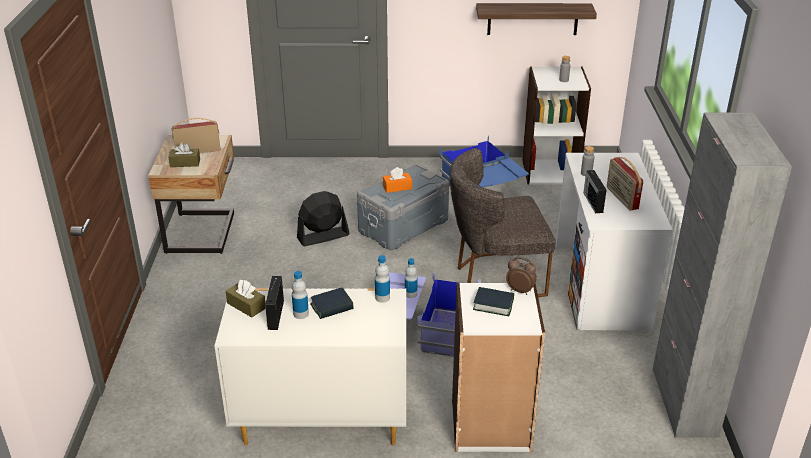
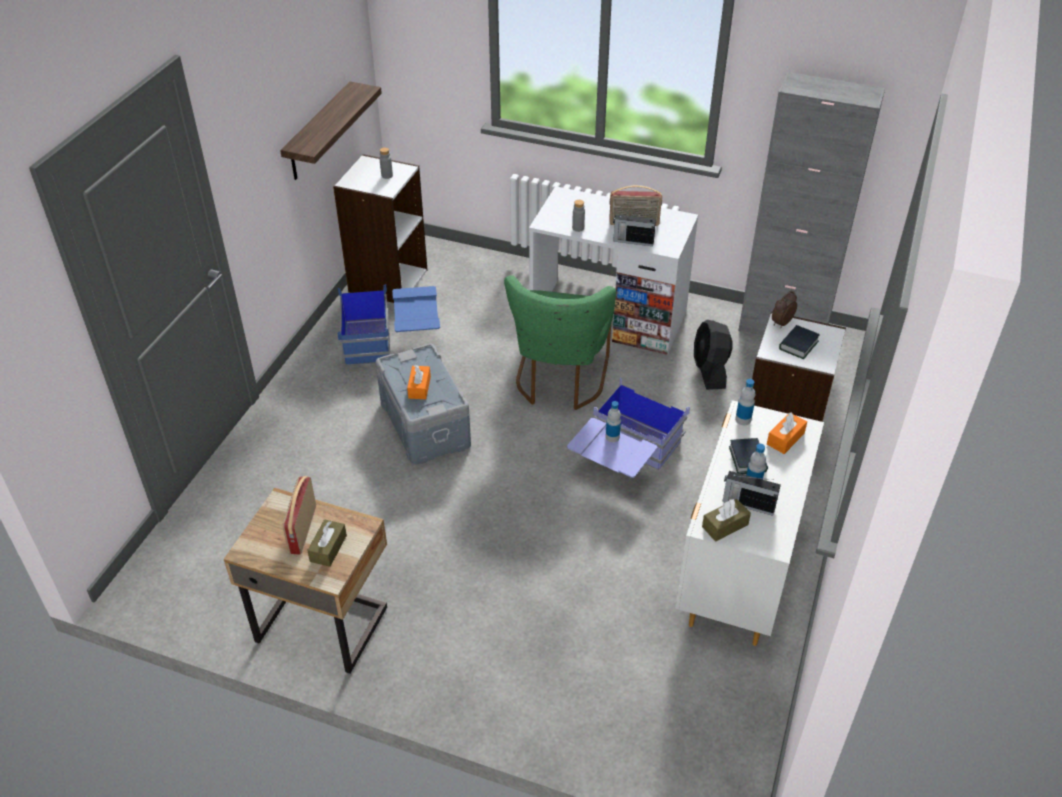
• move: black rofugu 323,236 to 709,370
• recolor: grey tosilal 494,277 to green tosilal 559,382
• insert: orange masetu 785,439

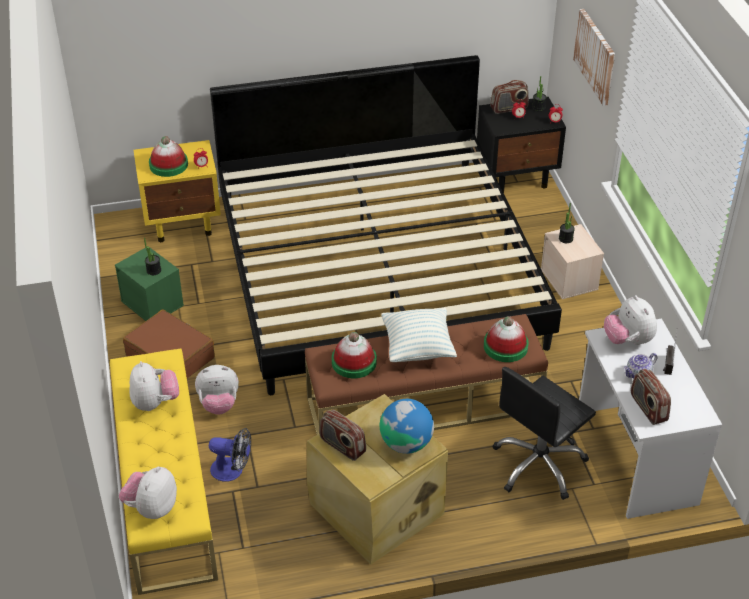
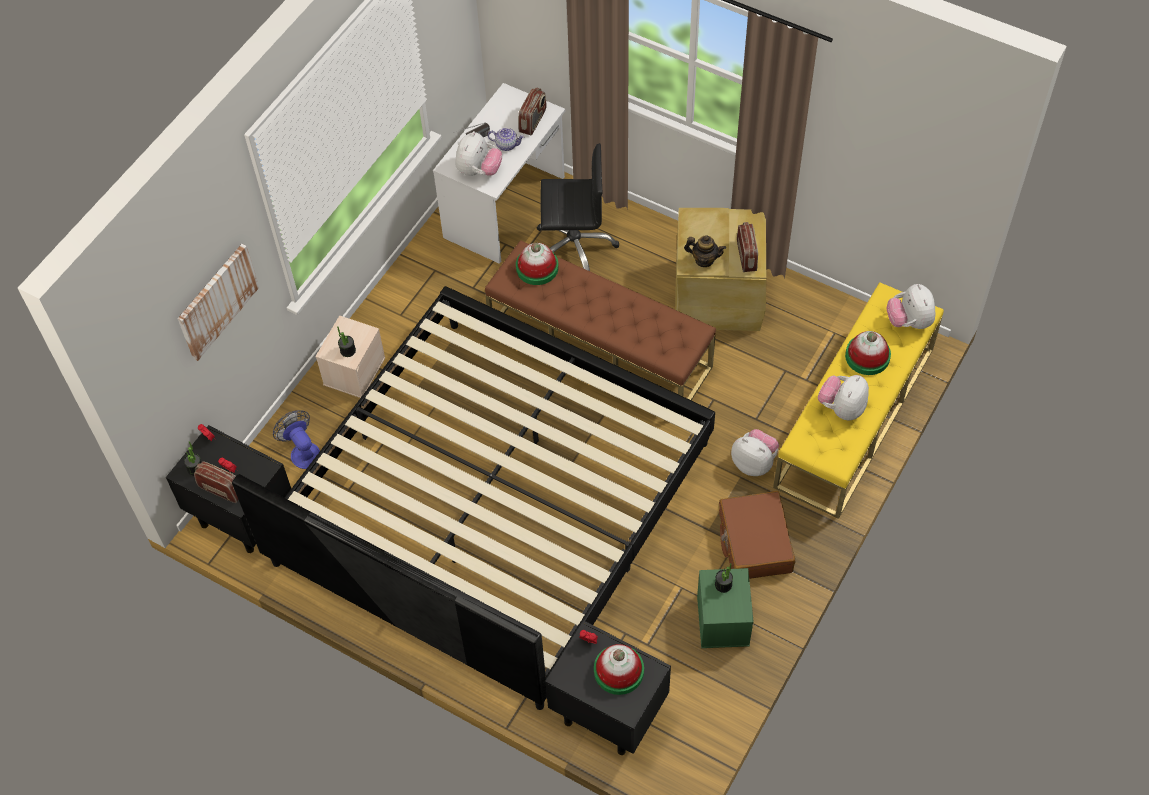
• rotate: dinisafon 152,508 = 909,321 105 degrees clockwise
• recolor: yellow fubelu 183,223 to black fubelu 607,712
• move: rofugu 232,470 to 302,451
• move: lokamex 354,362 to 867,356
• delete: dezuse 406,443
• delete: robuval 418,348
• insert: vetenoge 704,260

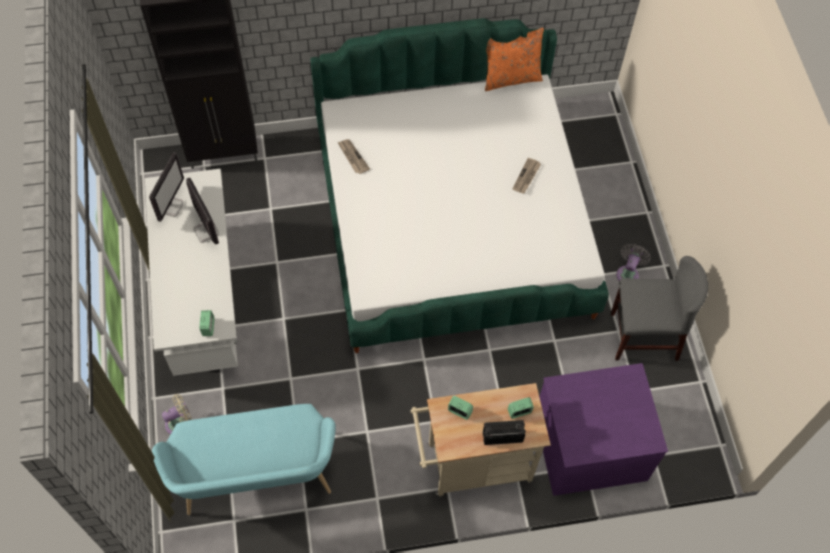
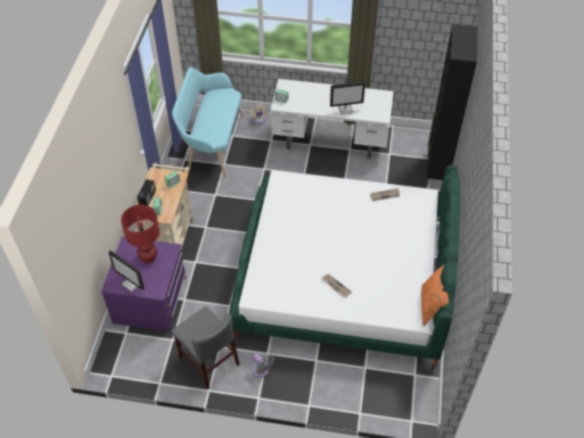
• move: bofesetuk 171,206 to 132,283
• rotate: grey tosilal 643,336 = 209,361 60 degrees counterclockwise
• insert: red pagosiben 148,257

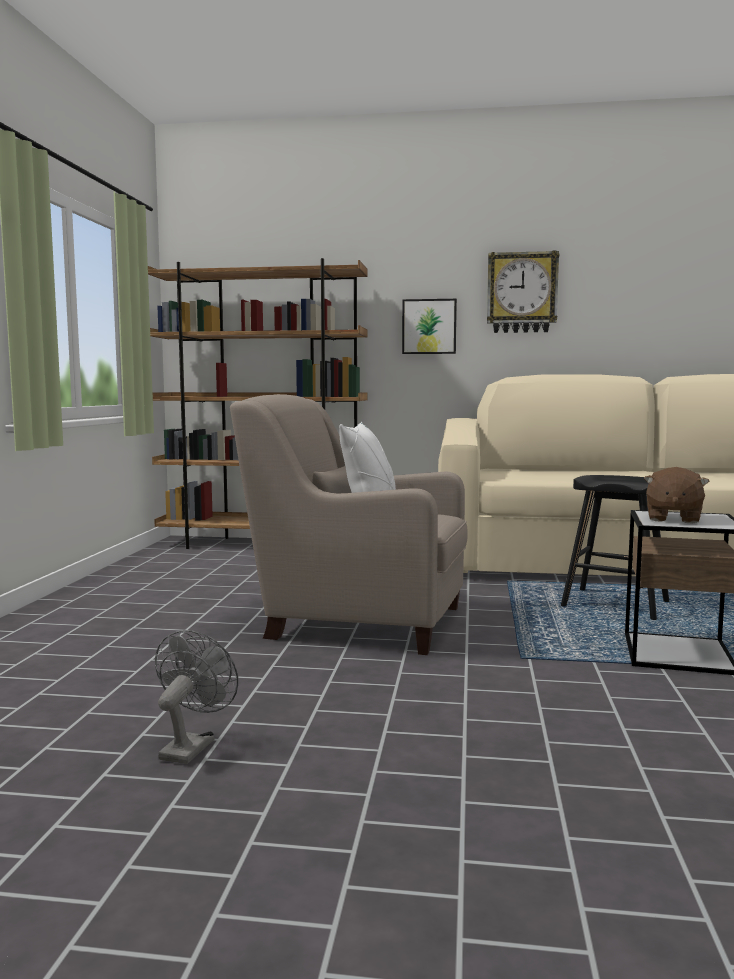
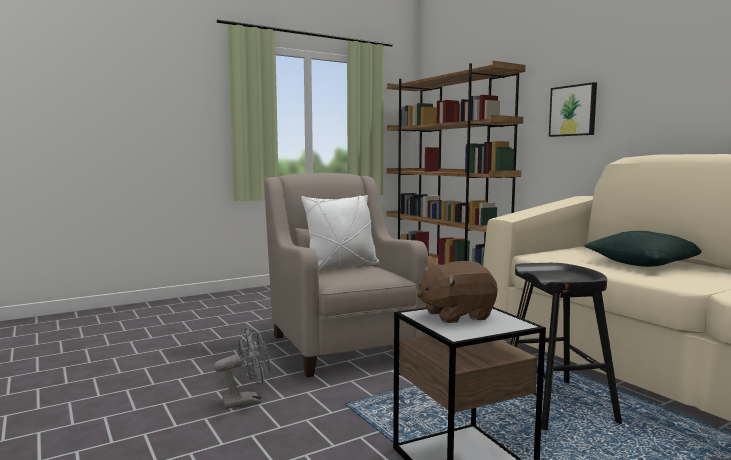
• move: grey rofugu 191,746 to 247,401
• delete: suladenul 522,293
• insert: green robuval 643,263

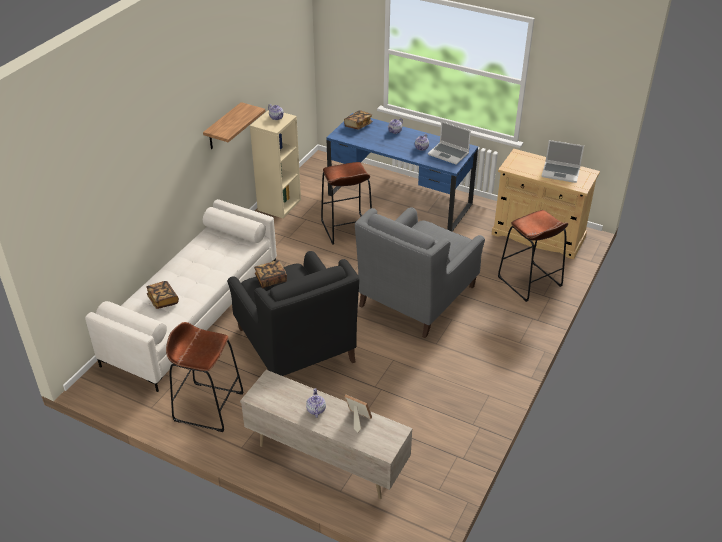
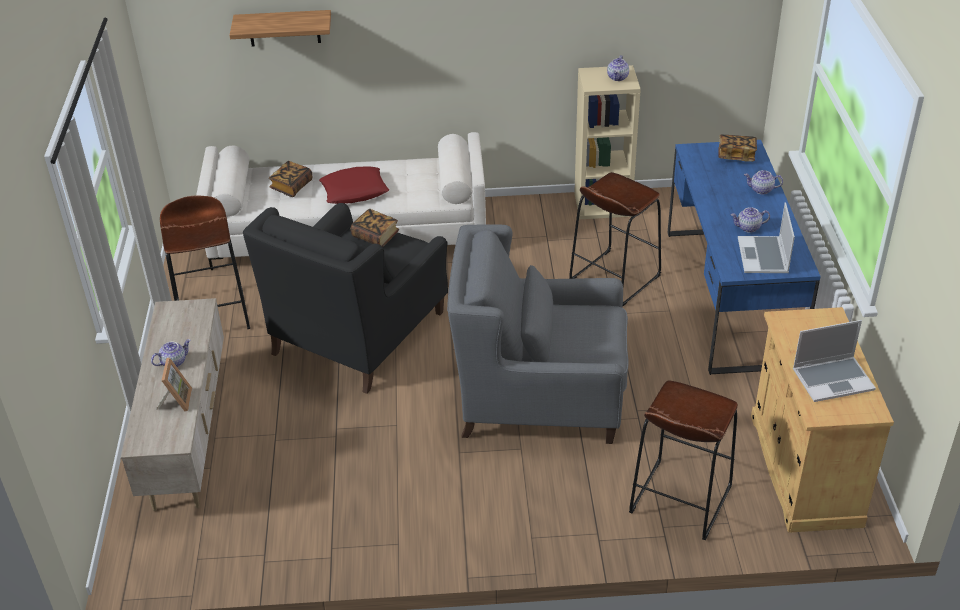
• move: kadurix 223,127 to 284,28
• rotate: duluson 561,173 = 833,379 90 degrees counterclockwise
• insert: red robuval 354,191

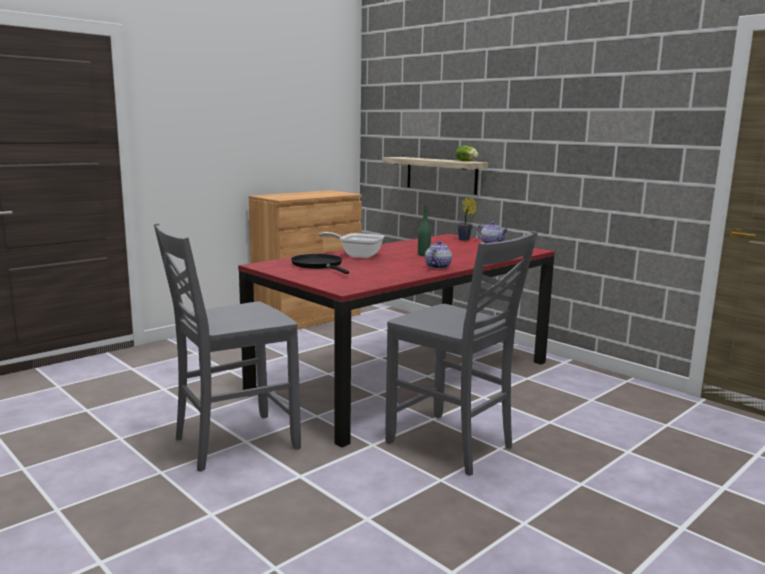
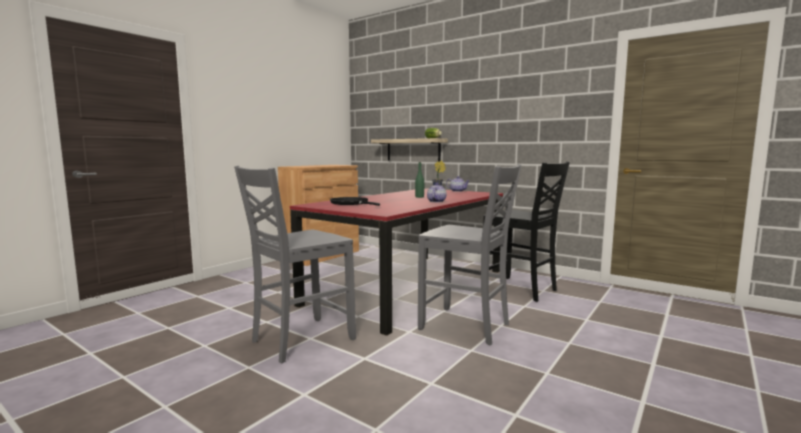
• delete: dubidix 357,255
• insert: black tosilal 520,289

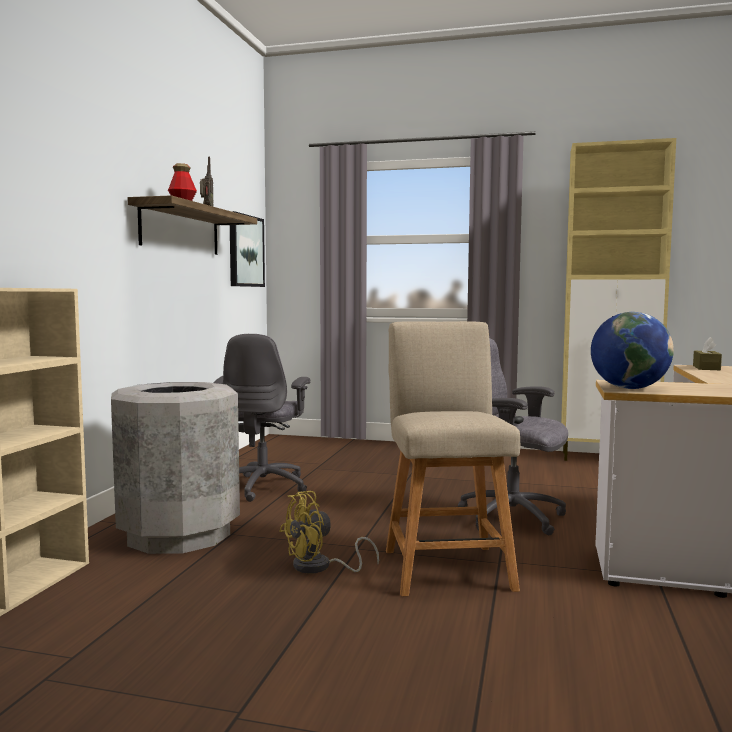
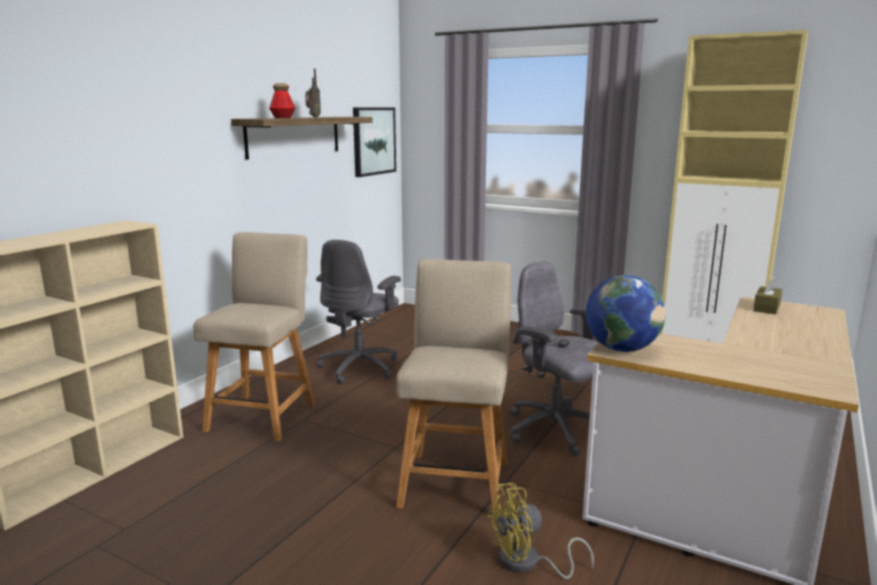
• replace: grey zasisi 179,534 to beige tosilal 264,415
• move: yellow rofugu 320,567 to 527,563

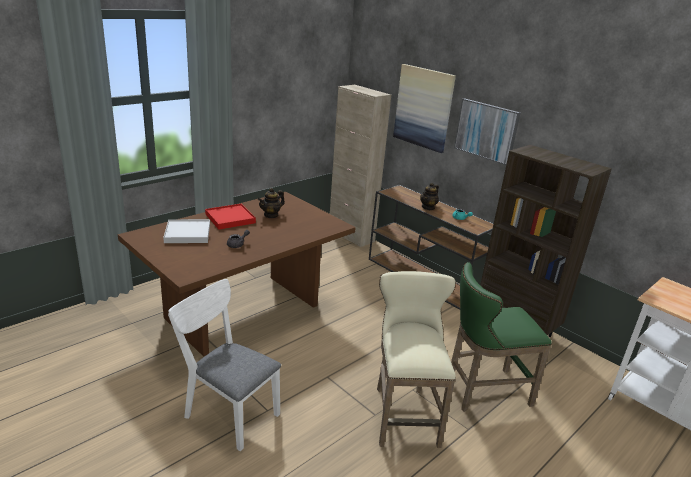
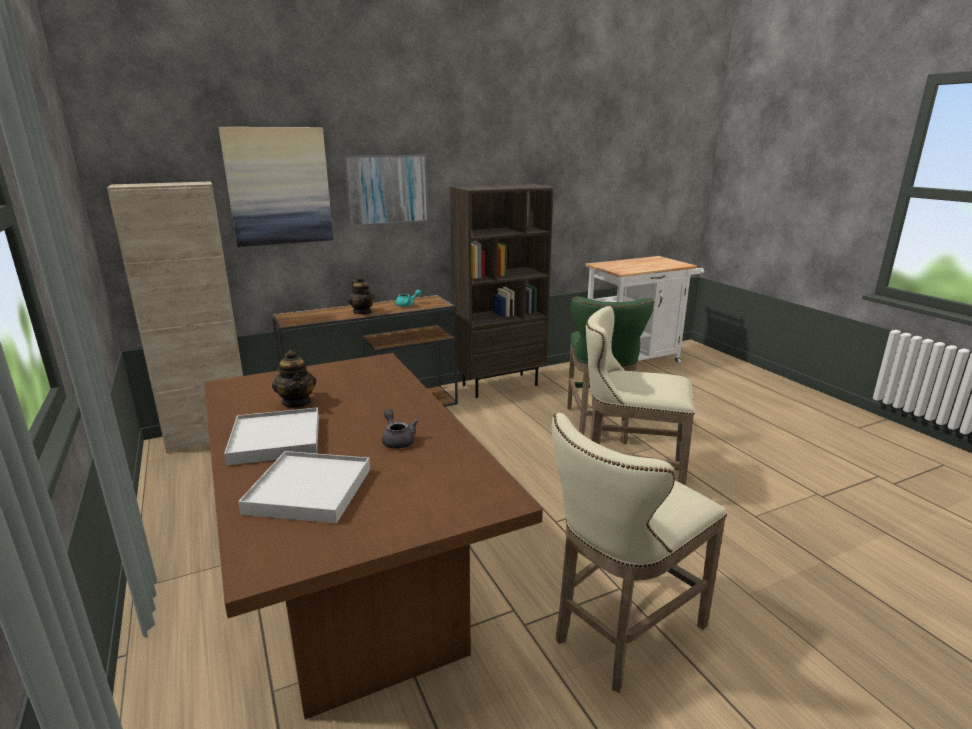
• replace: white tosilal 227,412 to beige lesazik 621,634
• recolor: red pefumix 230,218 to white pefumix 275,440

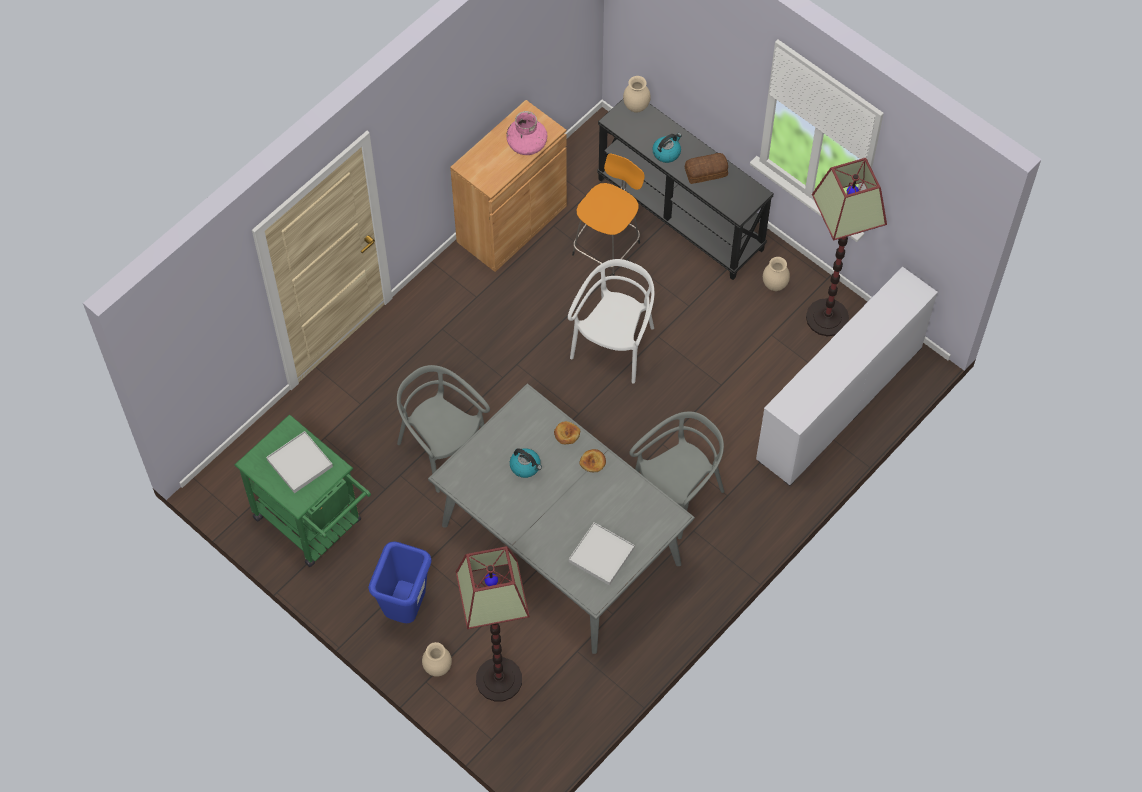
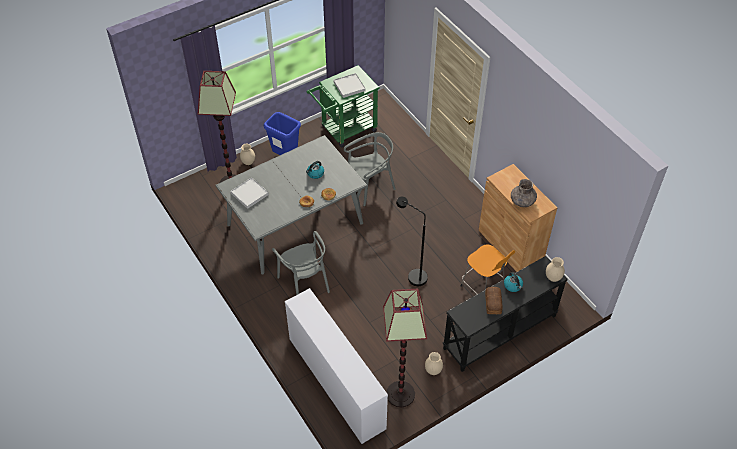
• recolor: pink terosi 527,144 to grey terosi 522,201
• replace: white tosilal 614,345 to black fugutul 412,276

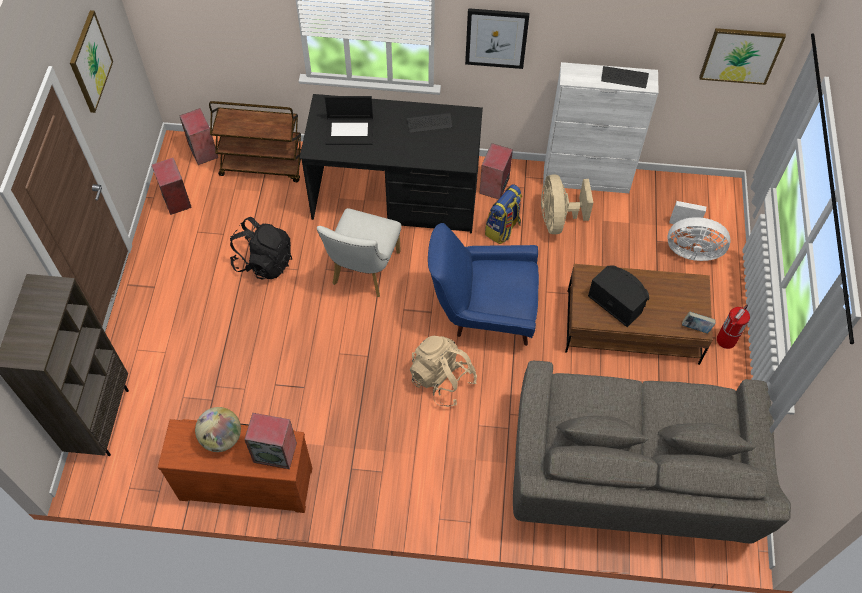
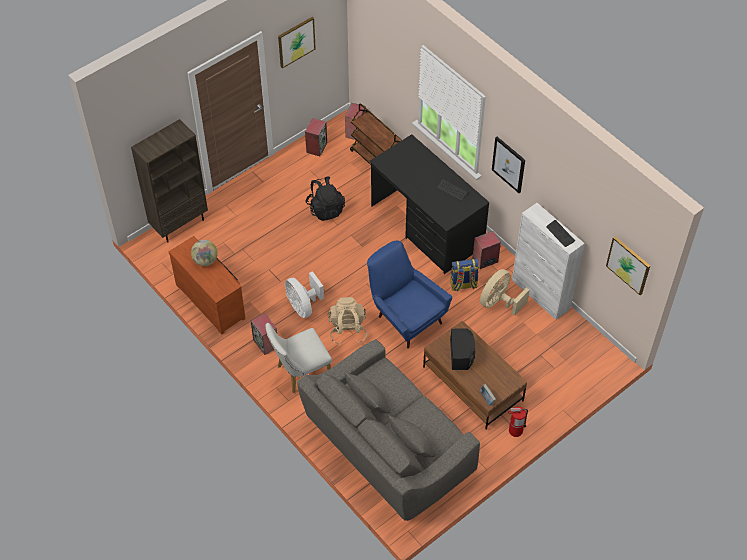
• move: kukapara 276,452 to 266,343
• move: white tosilal 363,272 to 300,373
• delete: duluson 350,131
• move: white rofugu 690,249 to 303,306

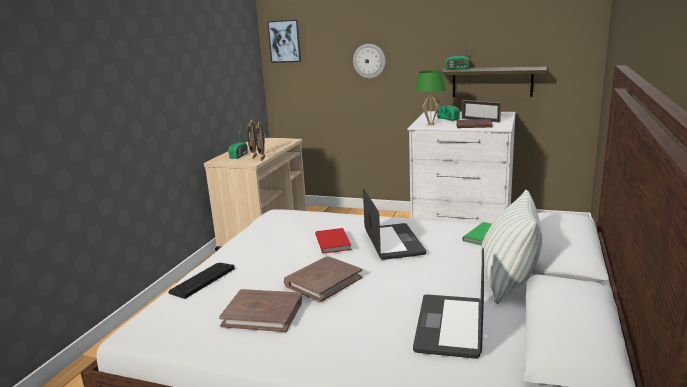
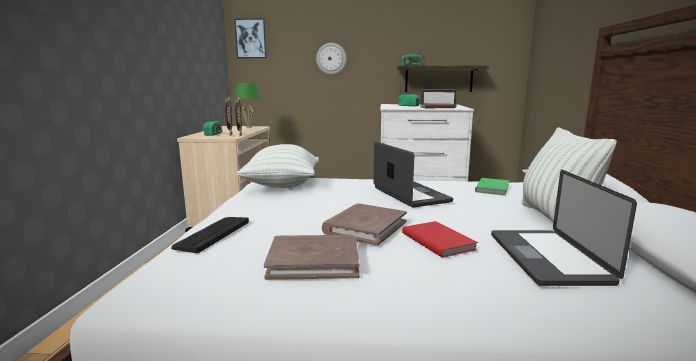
• move: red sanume 334,242 to 438,240
• move: green pagosiben 431,124 to 249,127
• insert: robuval 282,185

